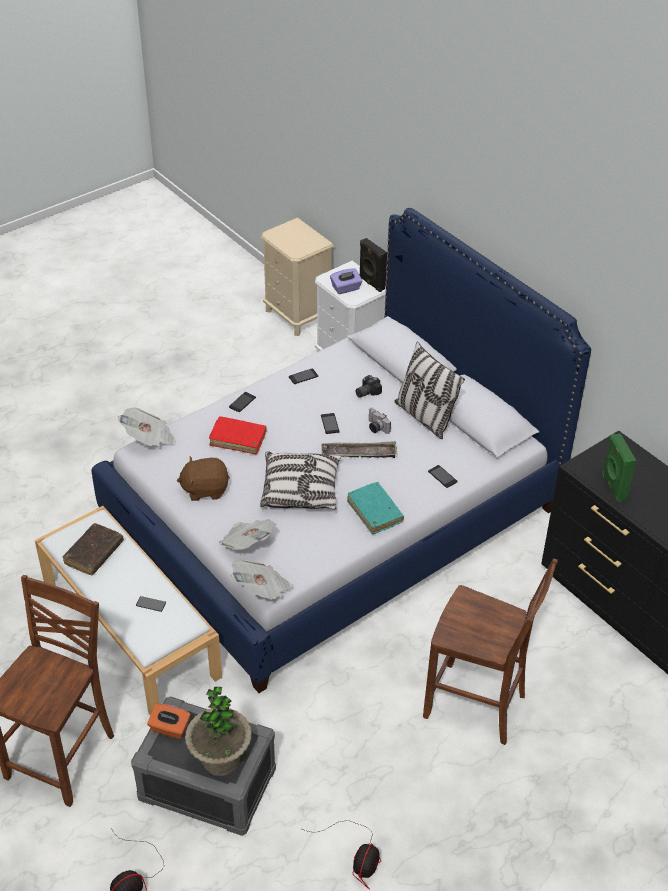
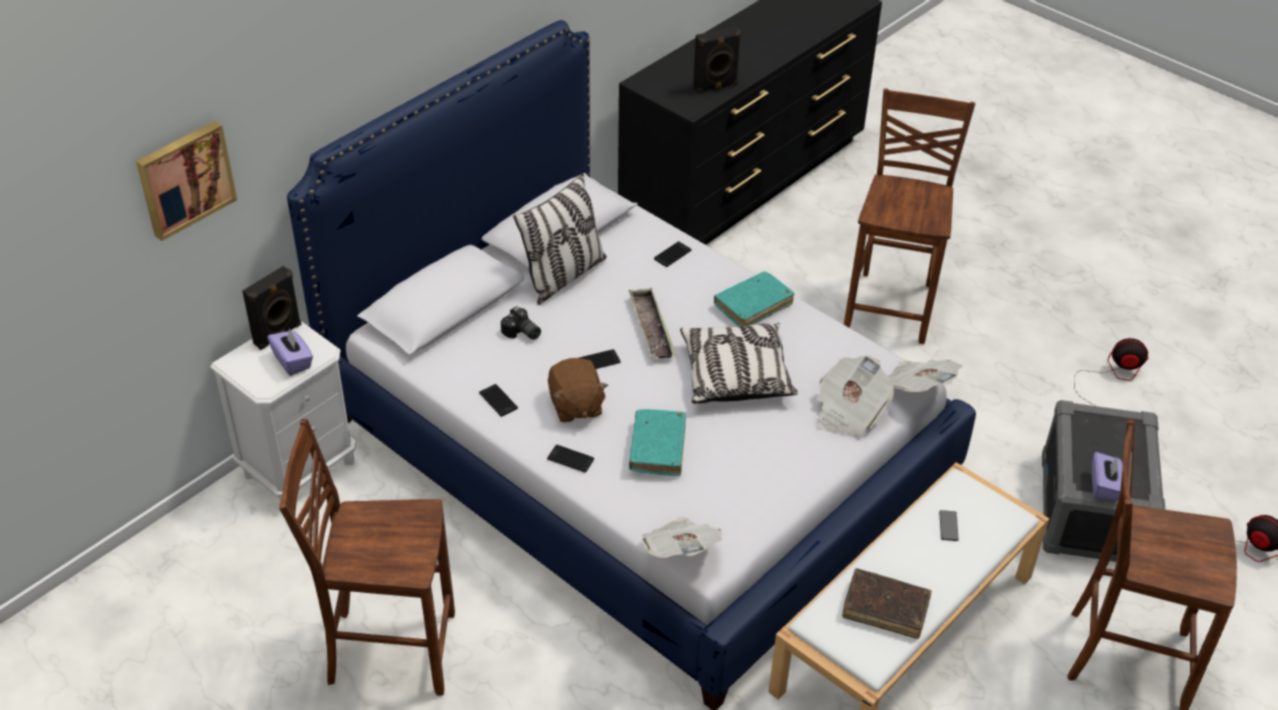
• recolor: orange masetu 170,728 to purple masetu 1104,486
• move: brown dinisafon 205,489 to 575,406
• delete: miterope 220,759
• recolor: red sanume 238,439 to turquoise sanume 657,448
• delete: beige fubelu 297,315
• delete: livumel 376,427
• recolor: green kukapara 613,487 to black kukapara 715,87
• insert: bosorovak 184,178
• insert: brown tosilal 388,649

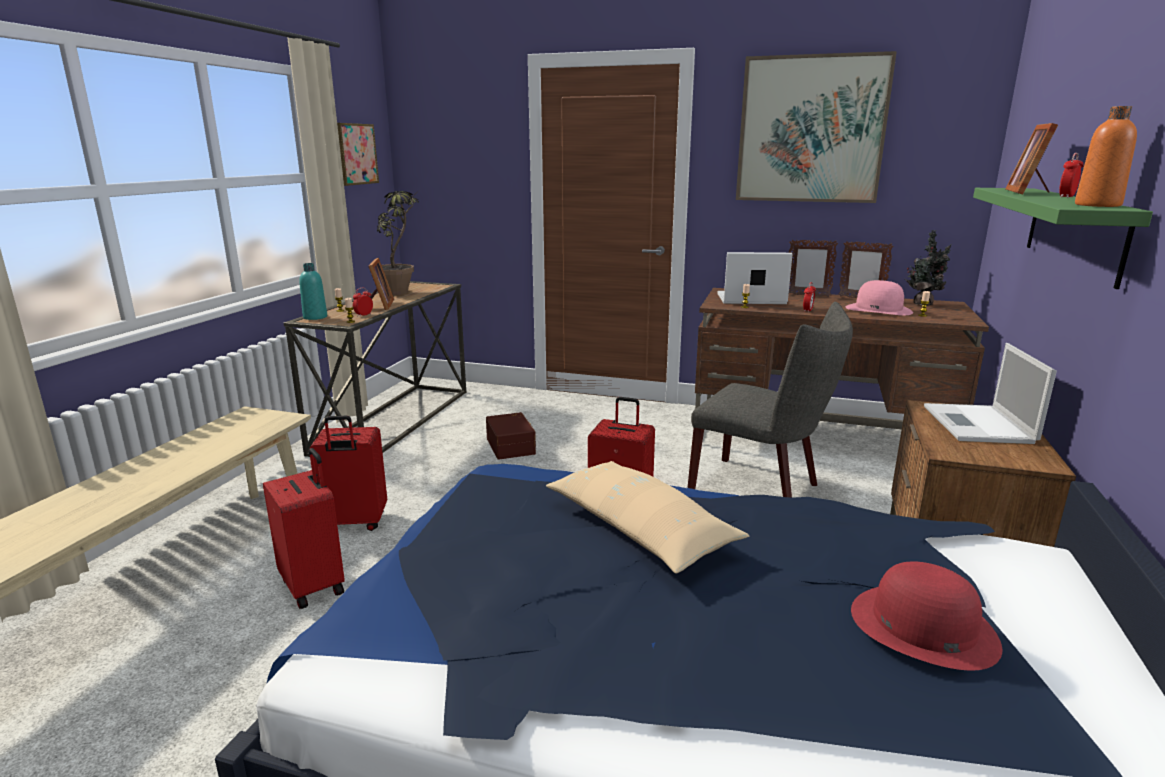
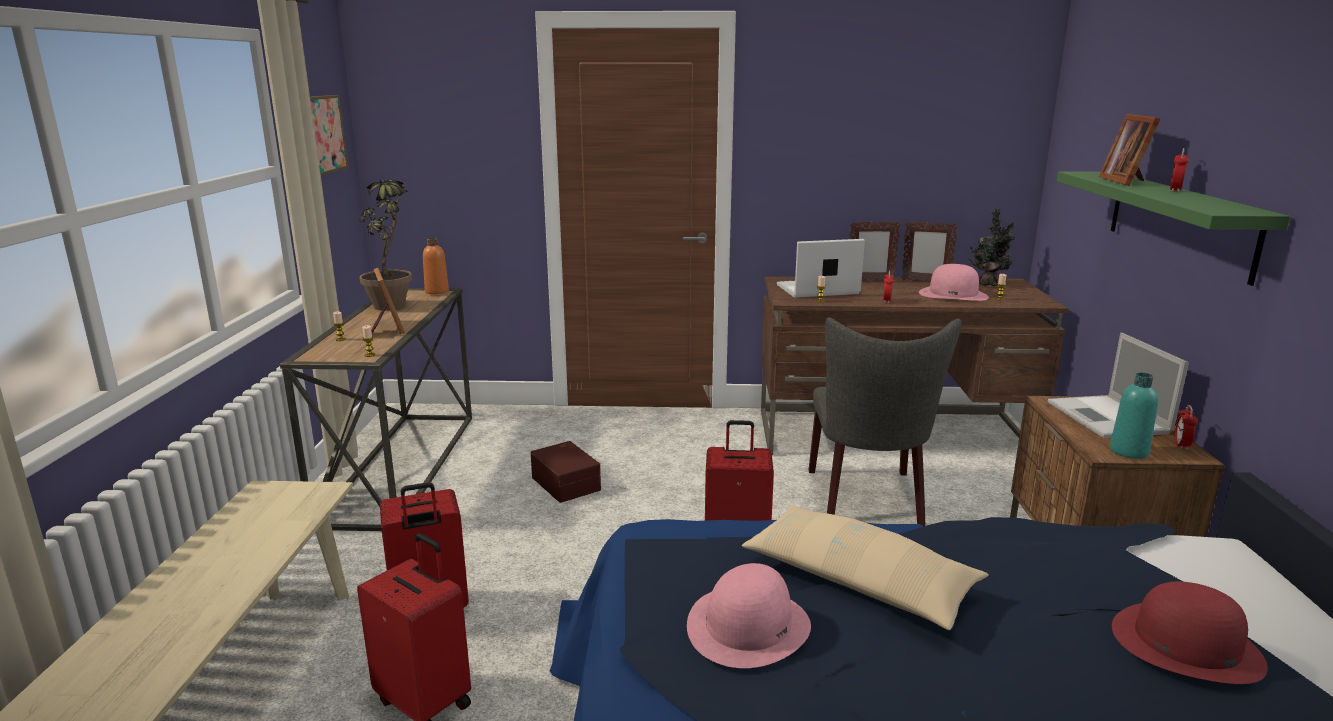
• move: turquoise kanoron 315,317 to 1129,451
• move: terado 364,315 to 1181,445
• rotate: grey tosilal 762,490 = 867,501 75 degrees clockwise
• delete: bosorovak 811,130
• move: orange kanoron 1097,205 to 437,291
• insert: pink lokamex 748,625

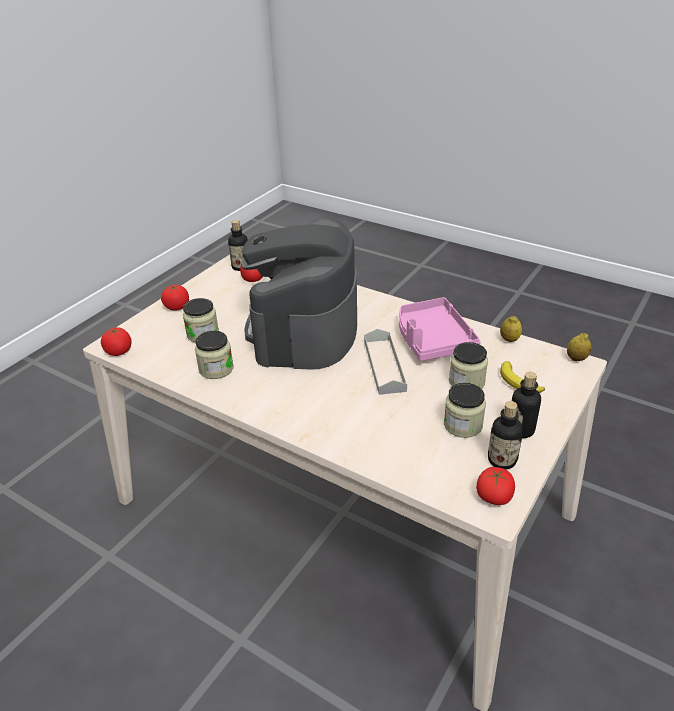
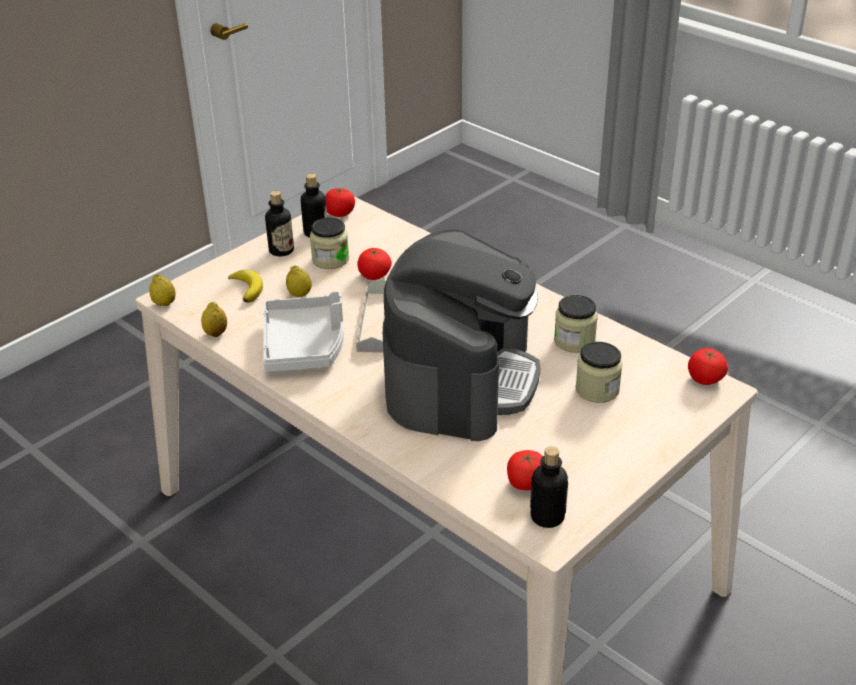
• move: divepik 177,306 to 374,275
• recolor: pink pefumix 432,339 to grey pefumix 305,345
• replace: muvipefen 466,382 to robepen 299,294

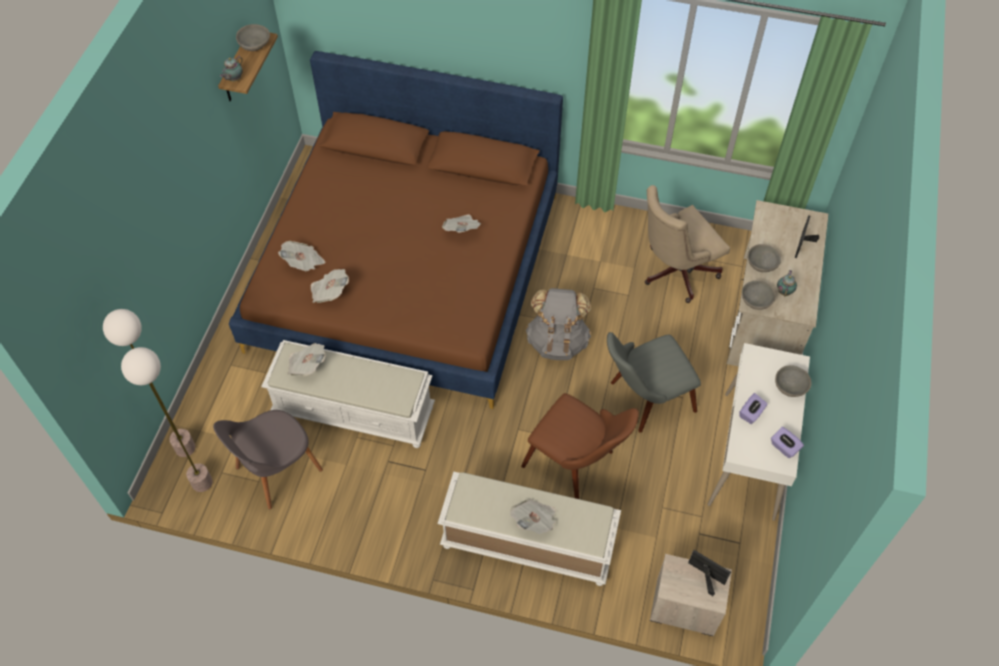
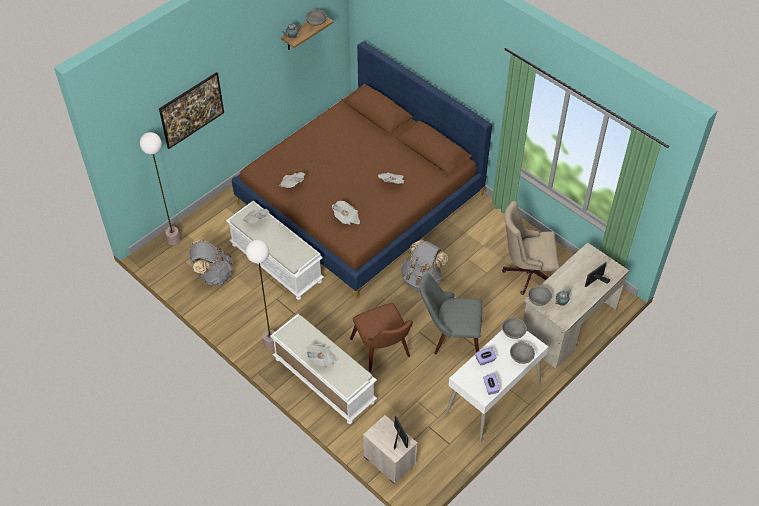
• move: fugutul 201,482 to 271,343
• replace: grey tosilal 277,470 to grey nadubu 213,275
• move: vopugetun 303,263 to 346,218
• move: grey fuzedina 762,265 to 513,332
• insert: bosorovak 193,120

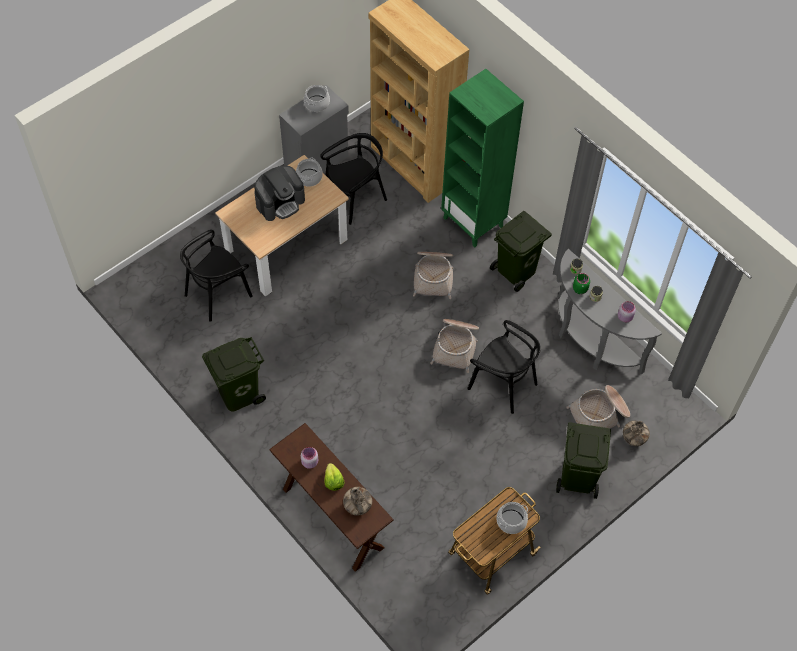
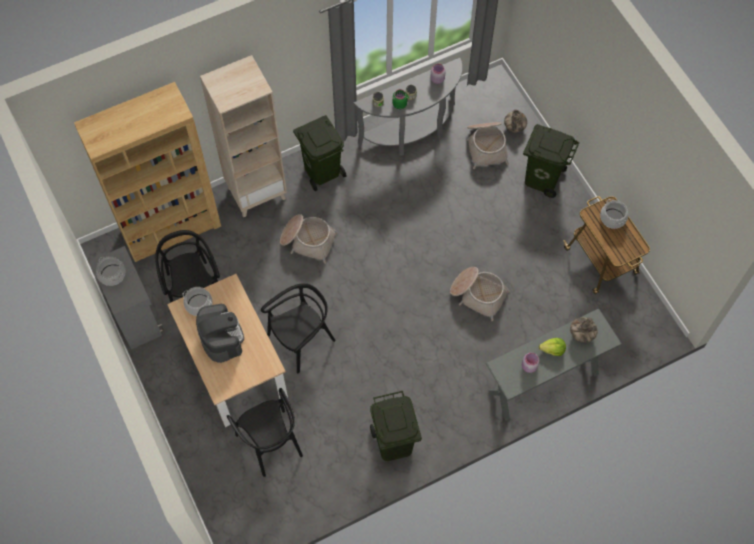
• recolor: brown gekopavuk 333,518 to grey gekopavuk 543,382
• move: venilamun 456,346 to 478,294
• recolor: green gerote 473,222 to beige gerote 257,192
• move: black tosilal 503,384 to 301,340

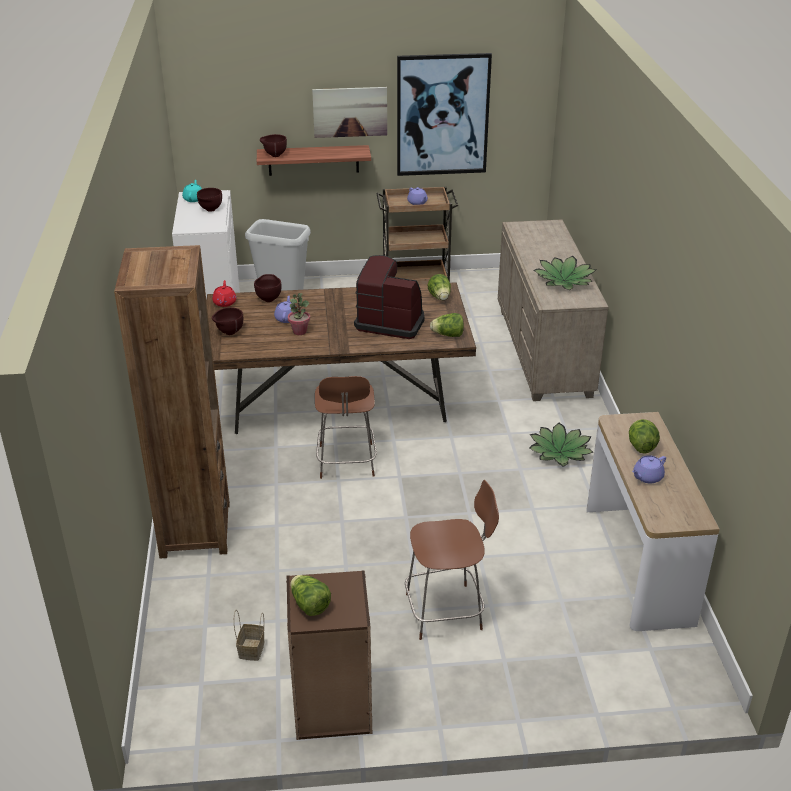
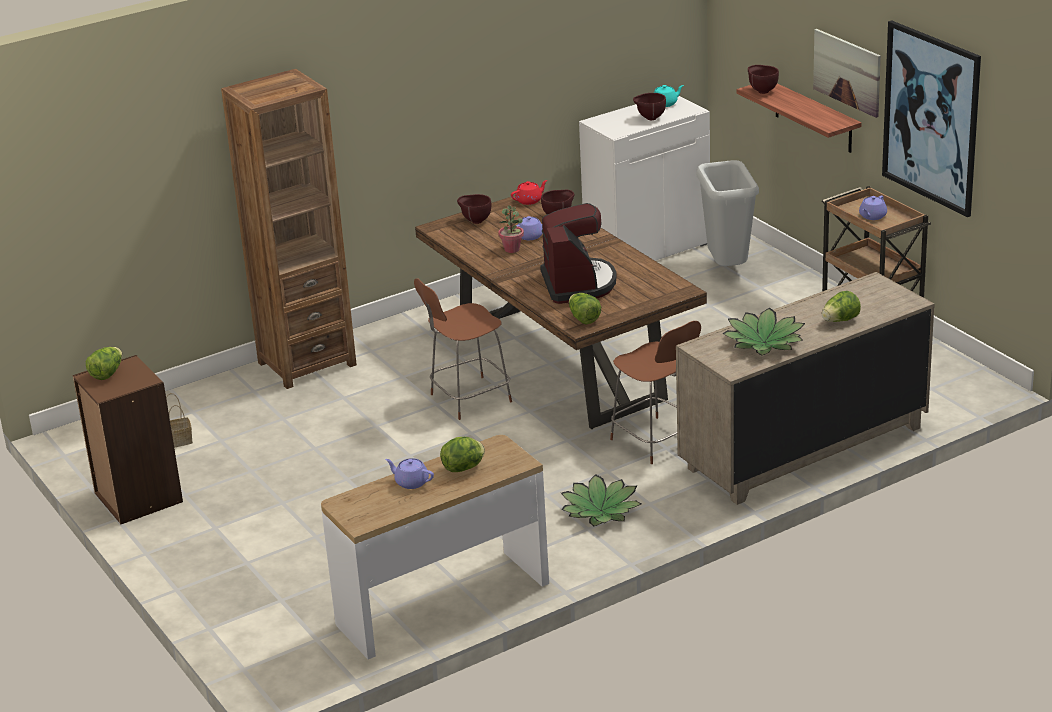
• move: brown tosilal 447,611 to 656,442
• move: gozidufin 440,298 to 840,320

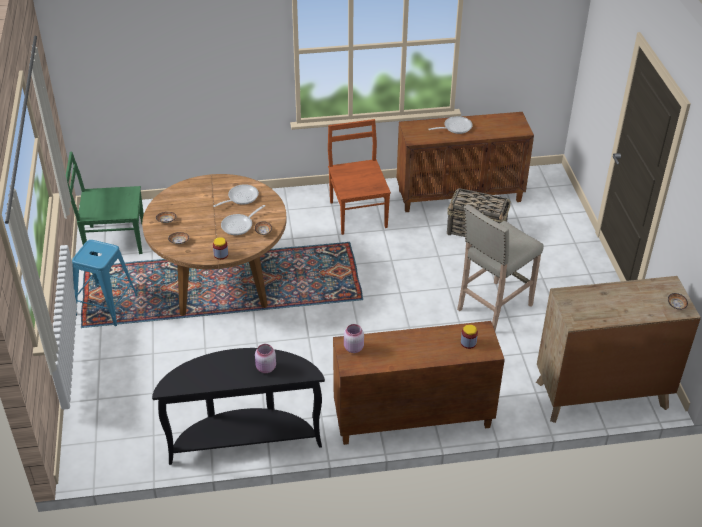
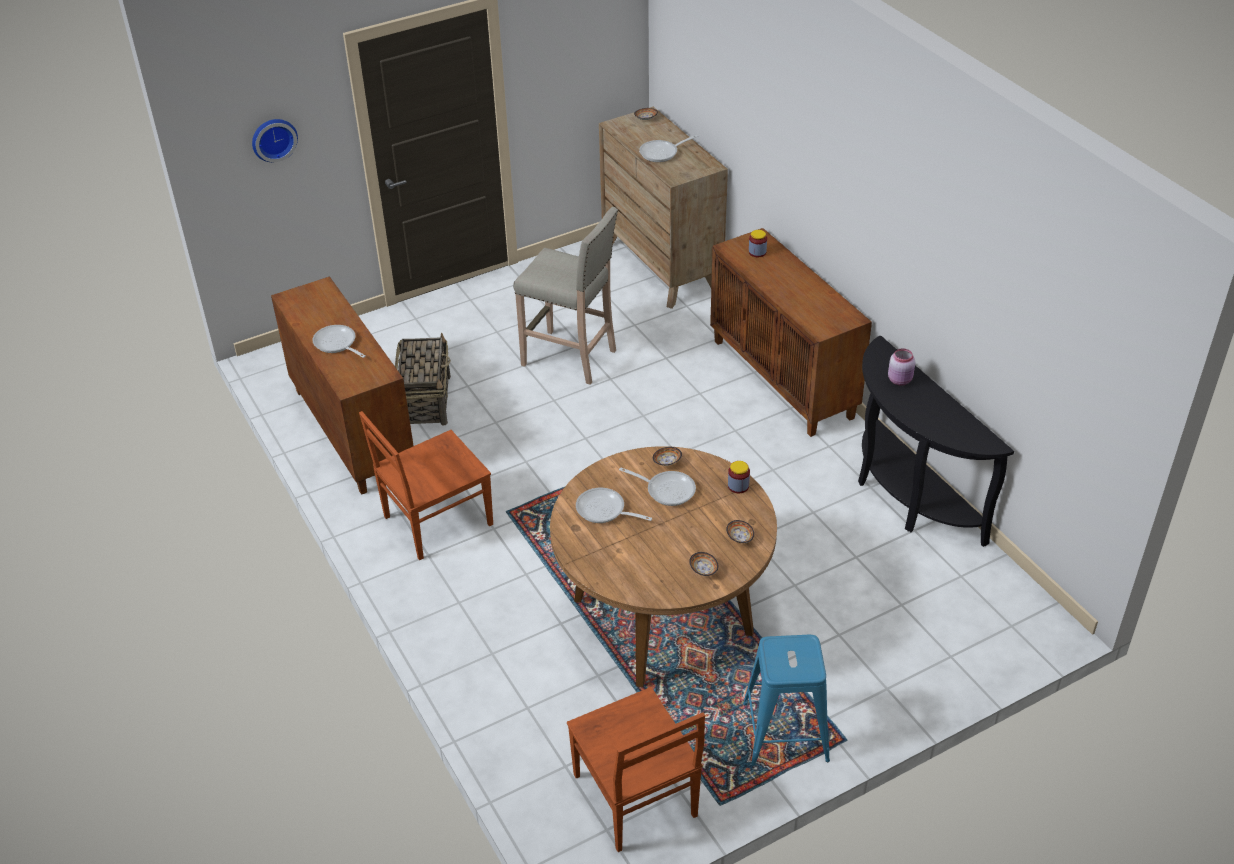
• recolor: green tosilal 114,239 to brown tosilal 636,798
• delete: pink muvipefen 353,348
• insert: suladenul 273,138
• insert: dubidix 662,153

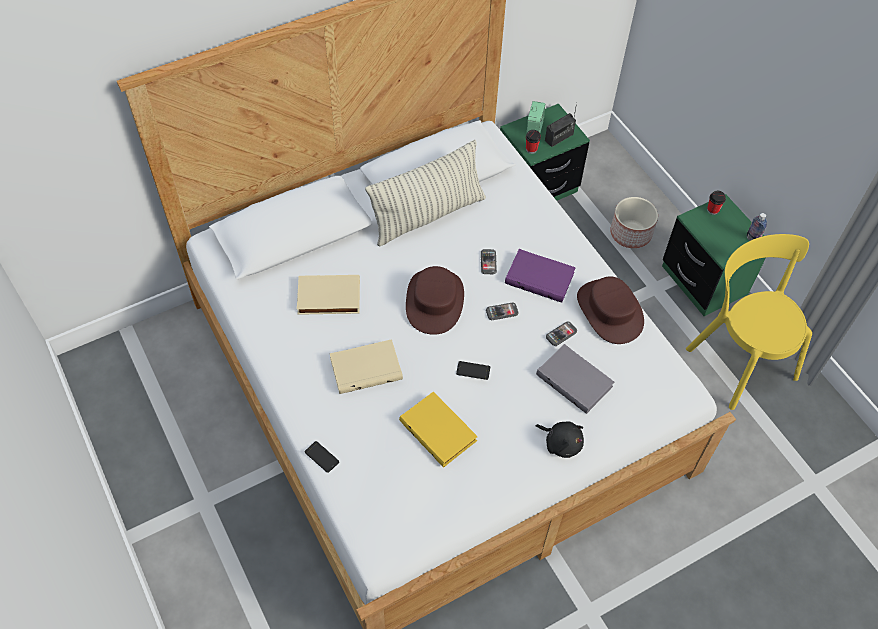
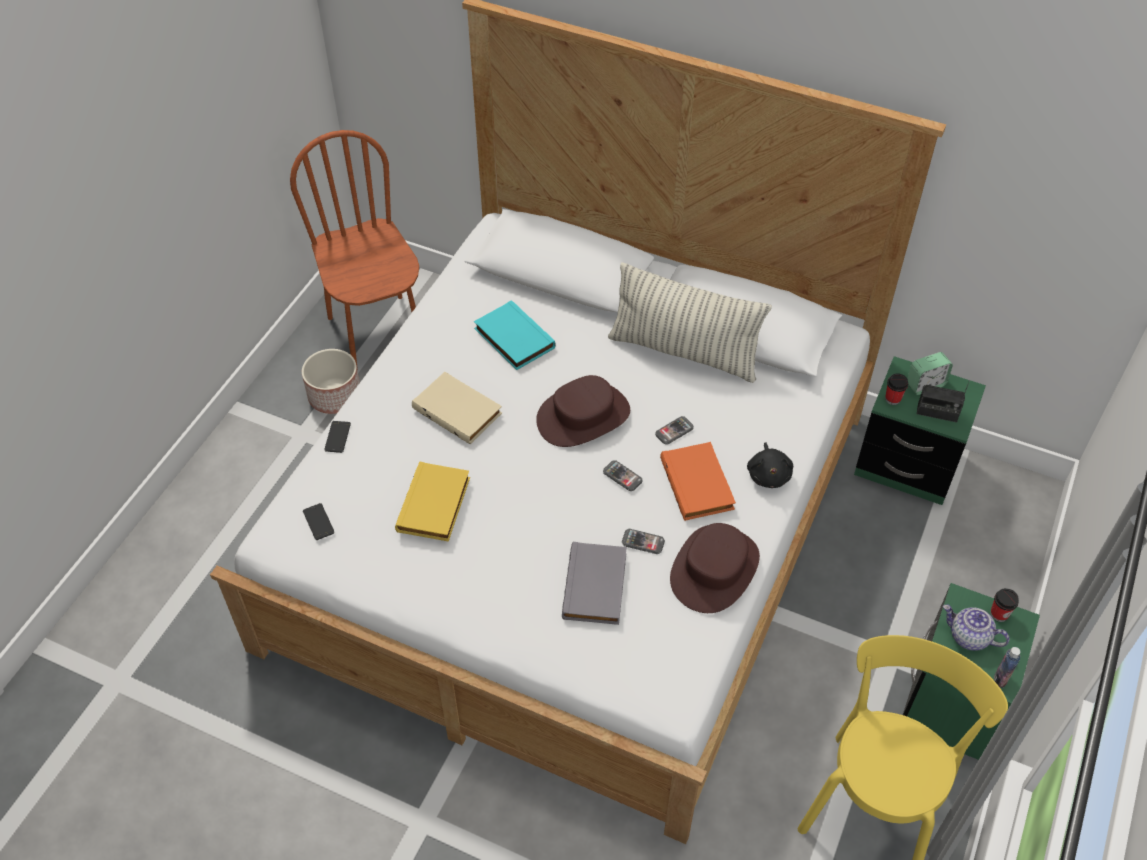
• recolor: beige sanume 328,298 to turquoise sanume 512,339
• move: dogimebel 473,370 to 318,522
• recolor: purple sanume 540,277 to orange sanume 699,484
• move: black dinisafon 561,443 to 768,474
• move: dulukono 631,233 to 335,396
• insert: brown tosilal 377,333
• insert: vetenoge 968,637

